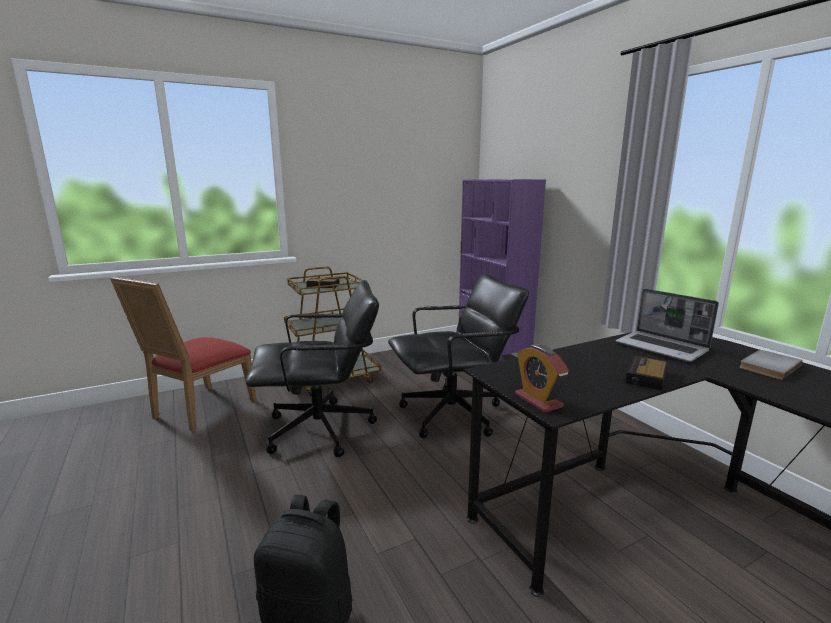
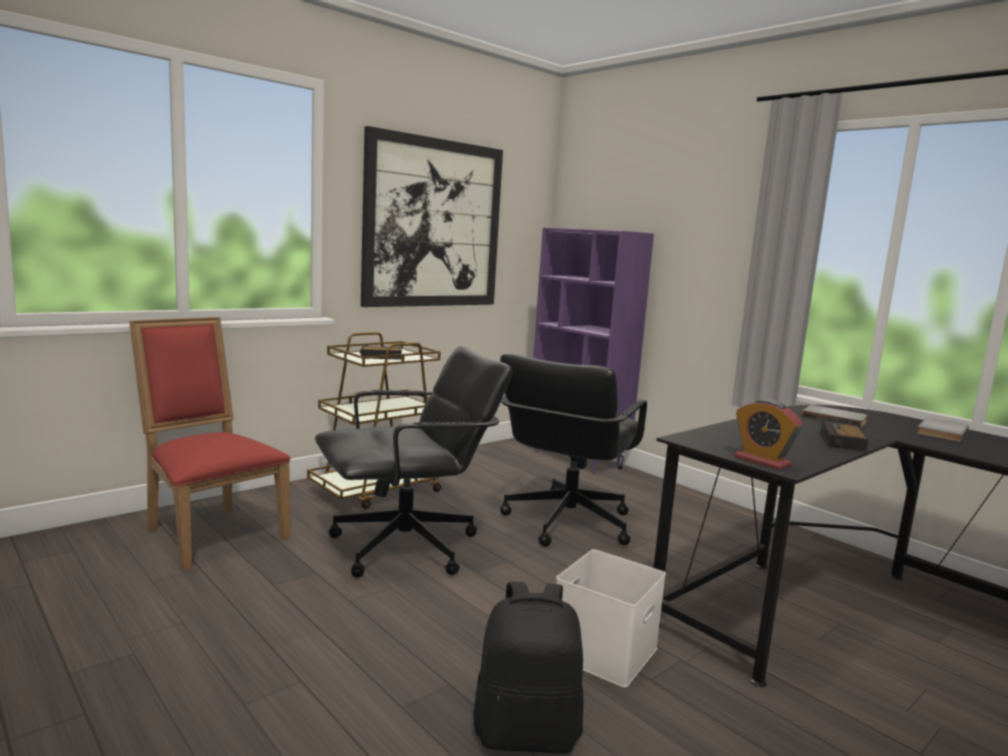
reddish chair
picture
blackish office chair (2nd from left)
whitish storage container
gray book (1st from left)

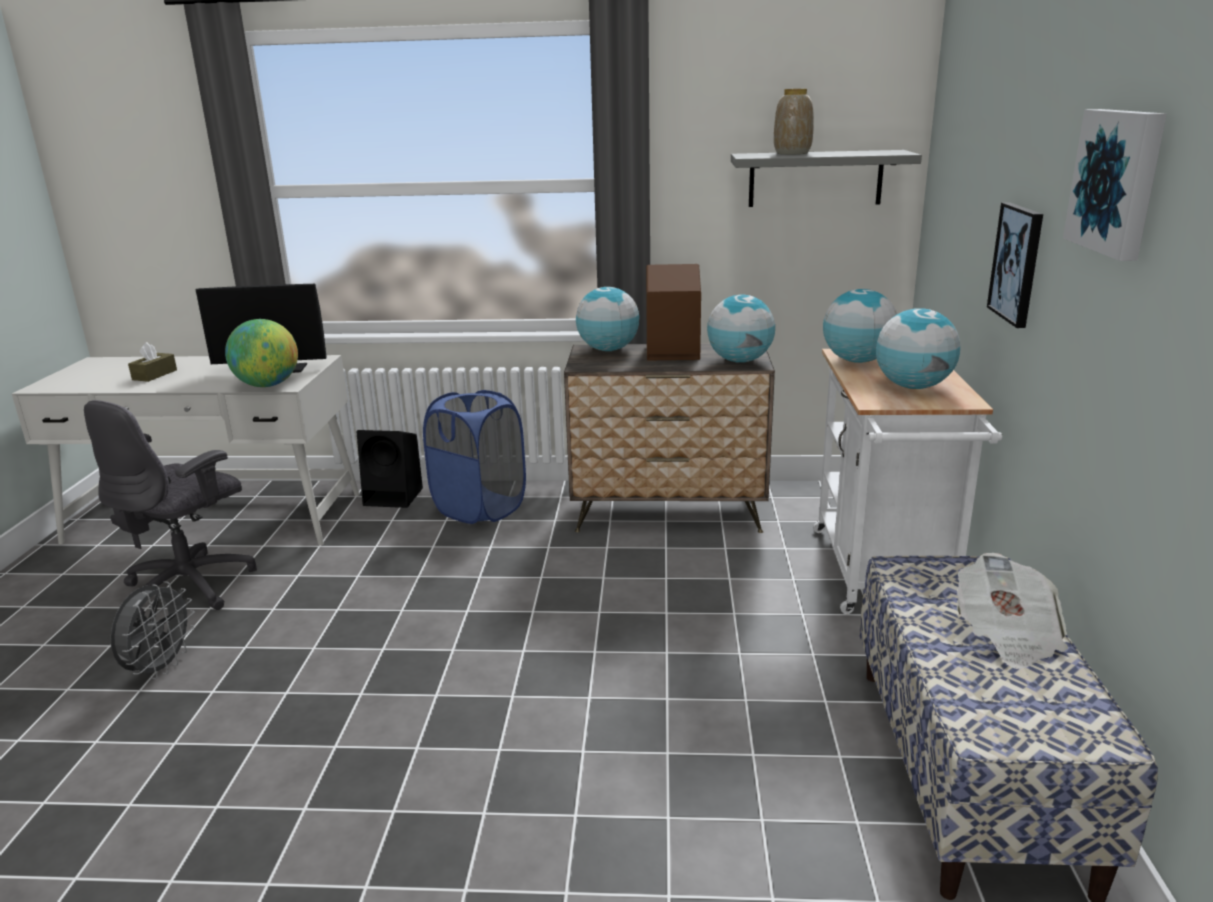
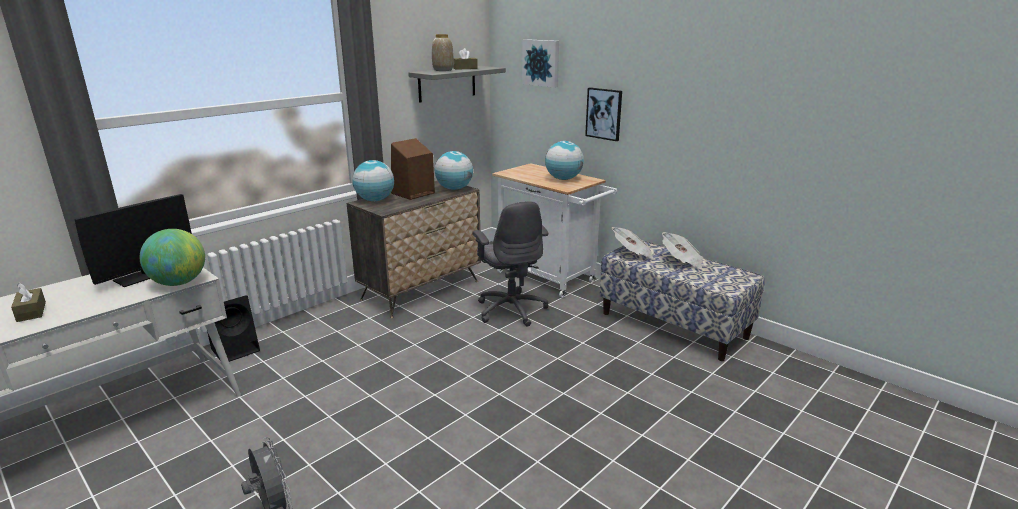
brown tissue box (2nd from left)
gray office chair
picture (1st from left)
printed paper (1st from left)
blue washing basket
desk globe (4th from left in the first image)

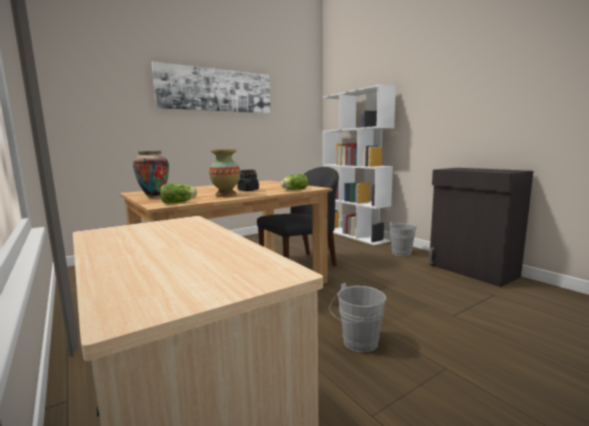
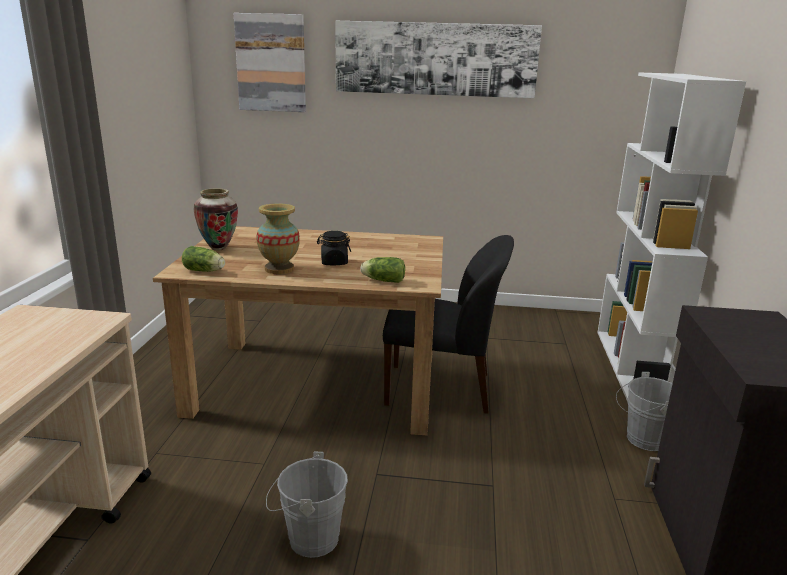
picture (1st from left)

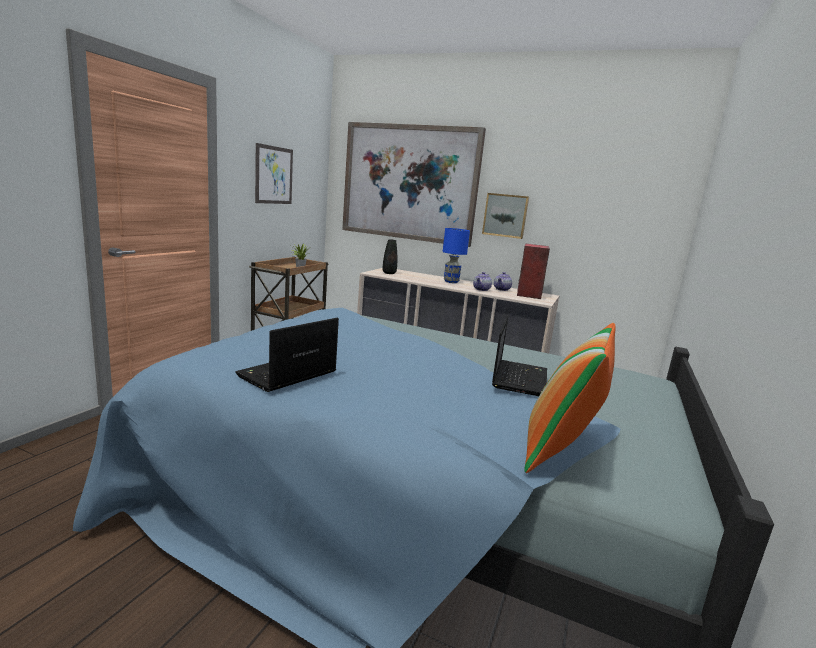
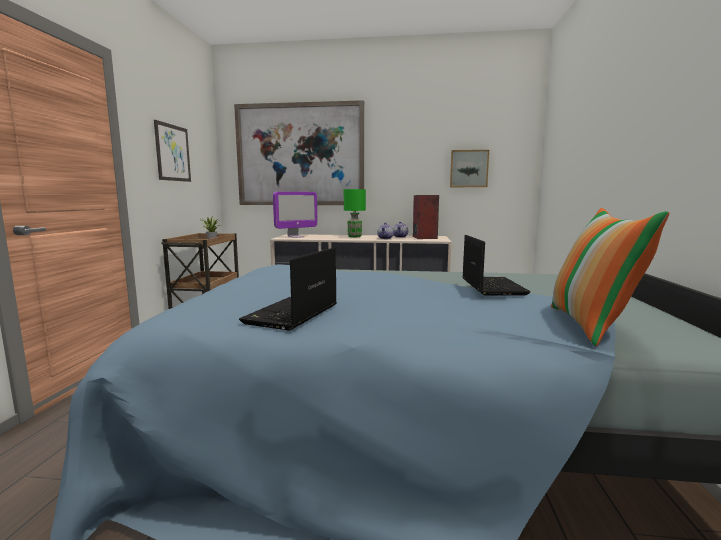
monitor
green-coloured table lamp
picture (3rd from left)

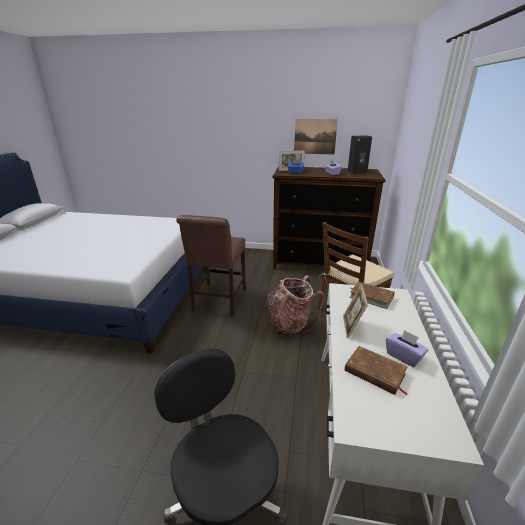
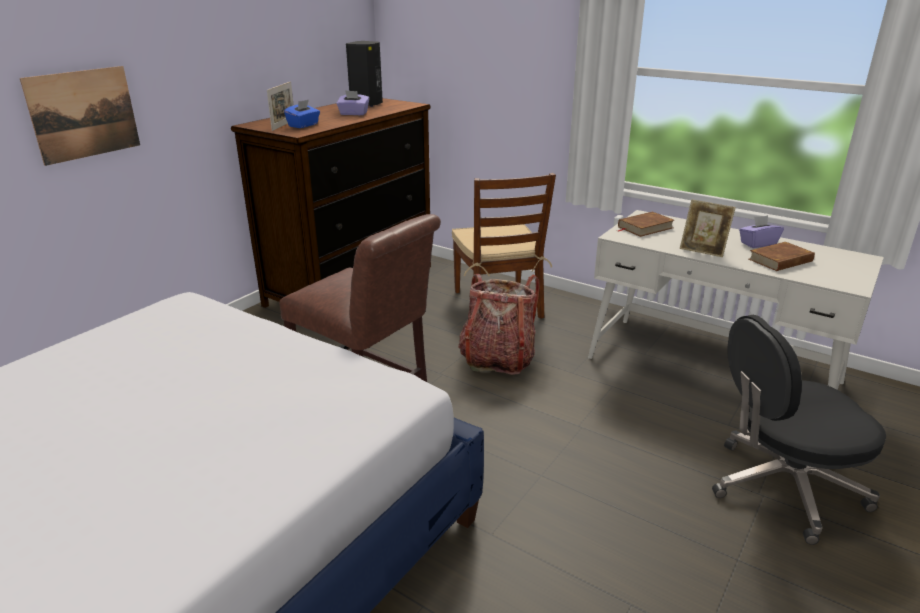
picture

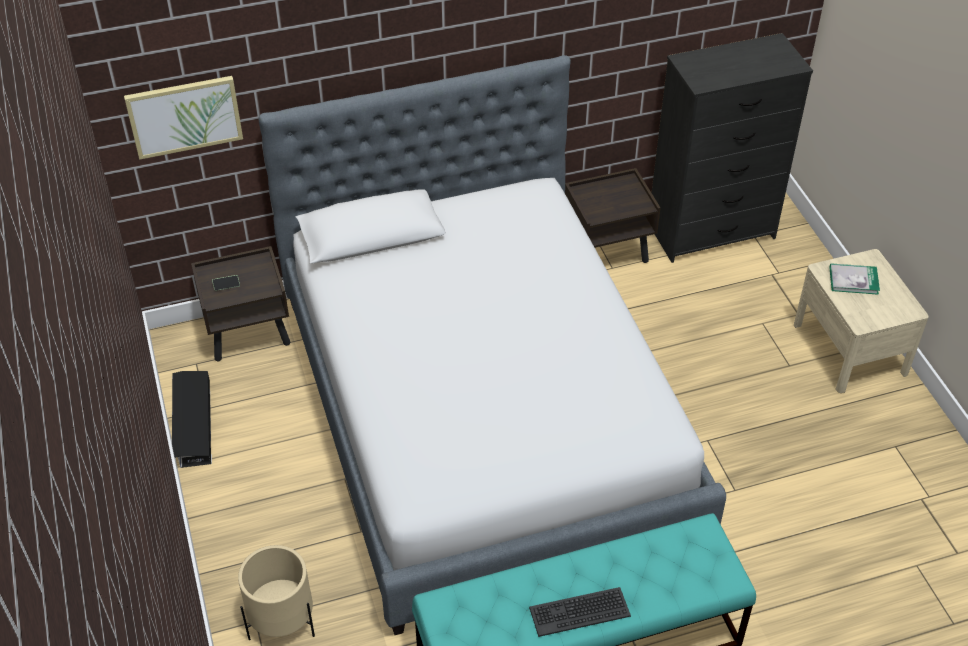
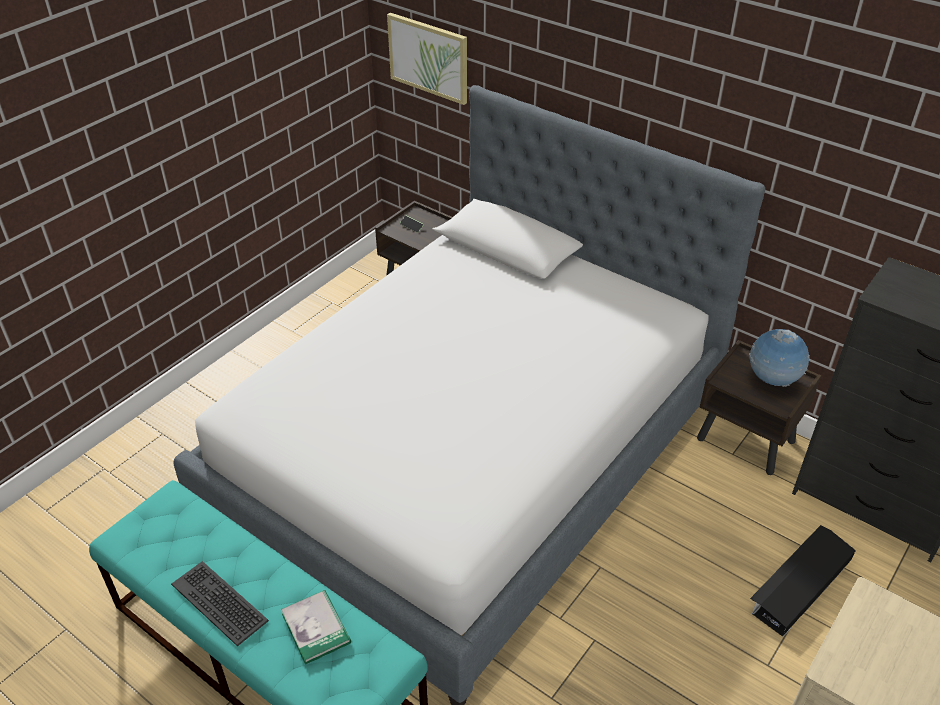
book
desk globe
blackish storage container
beige-coloured flower pot

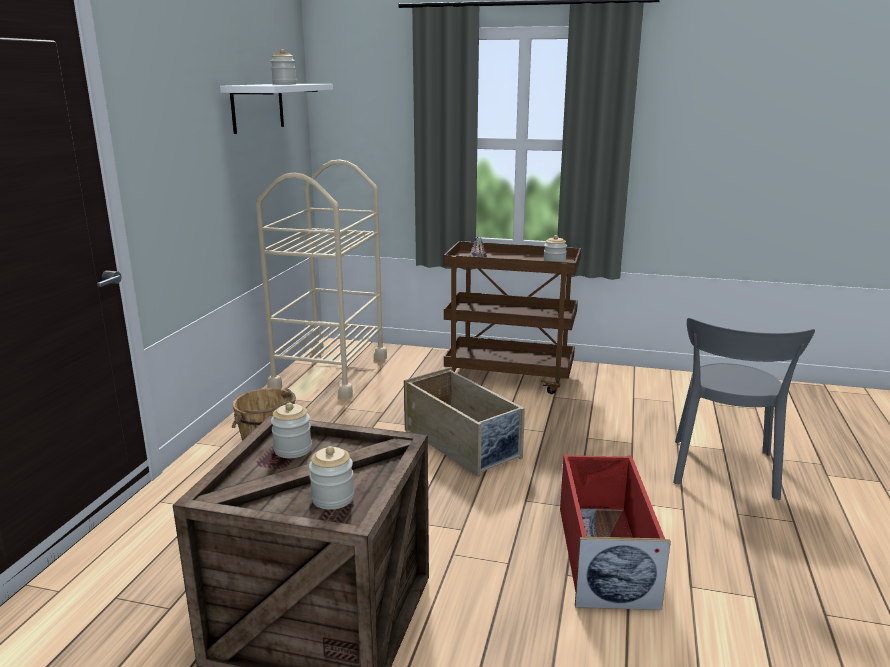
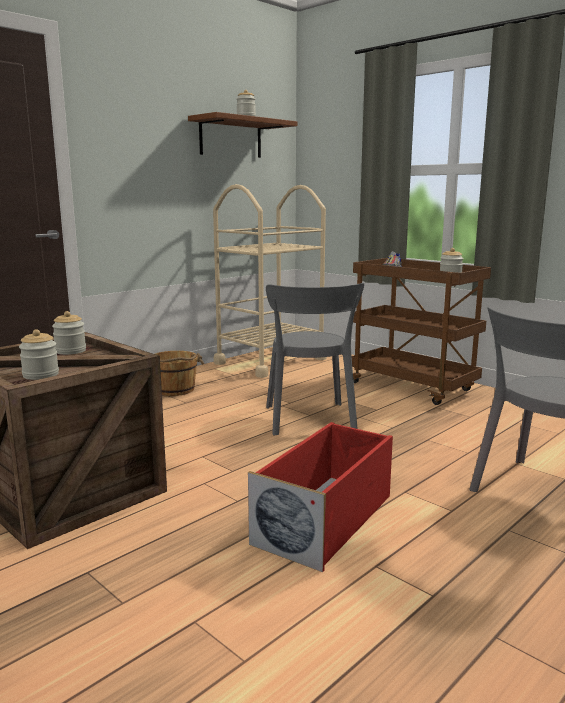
brown shelf
gray chair (1st from left)

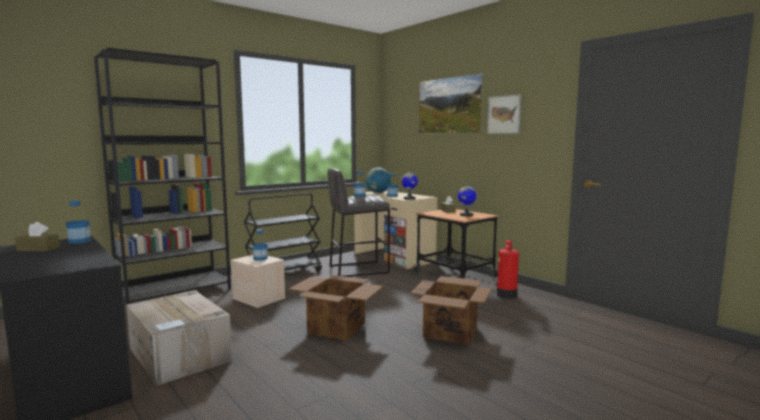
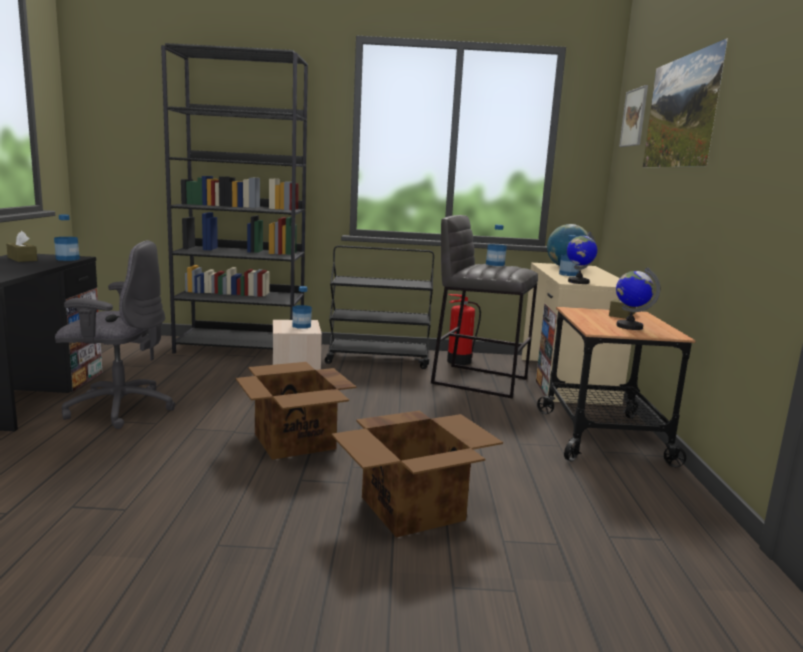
gray office chair
extinguisher
picture (1st from left)

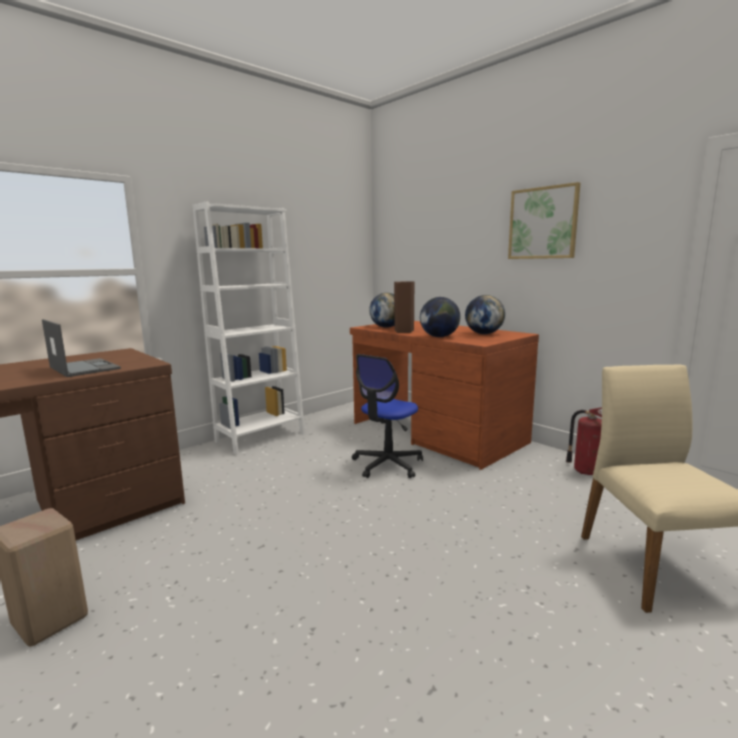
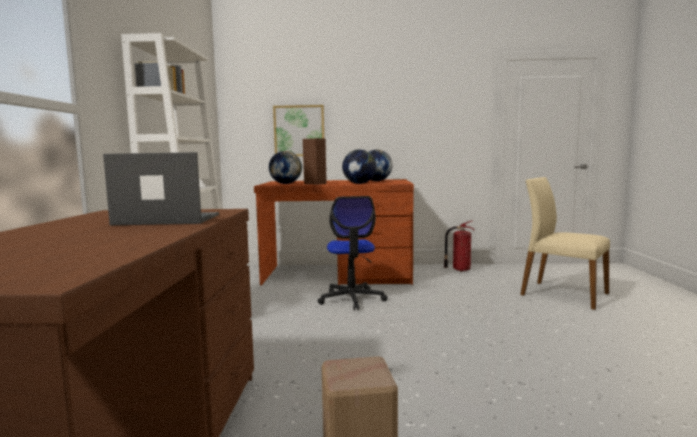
picture

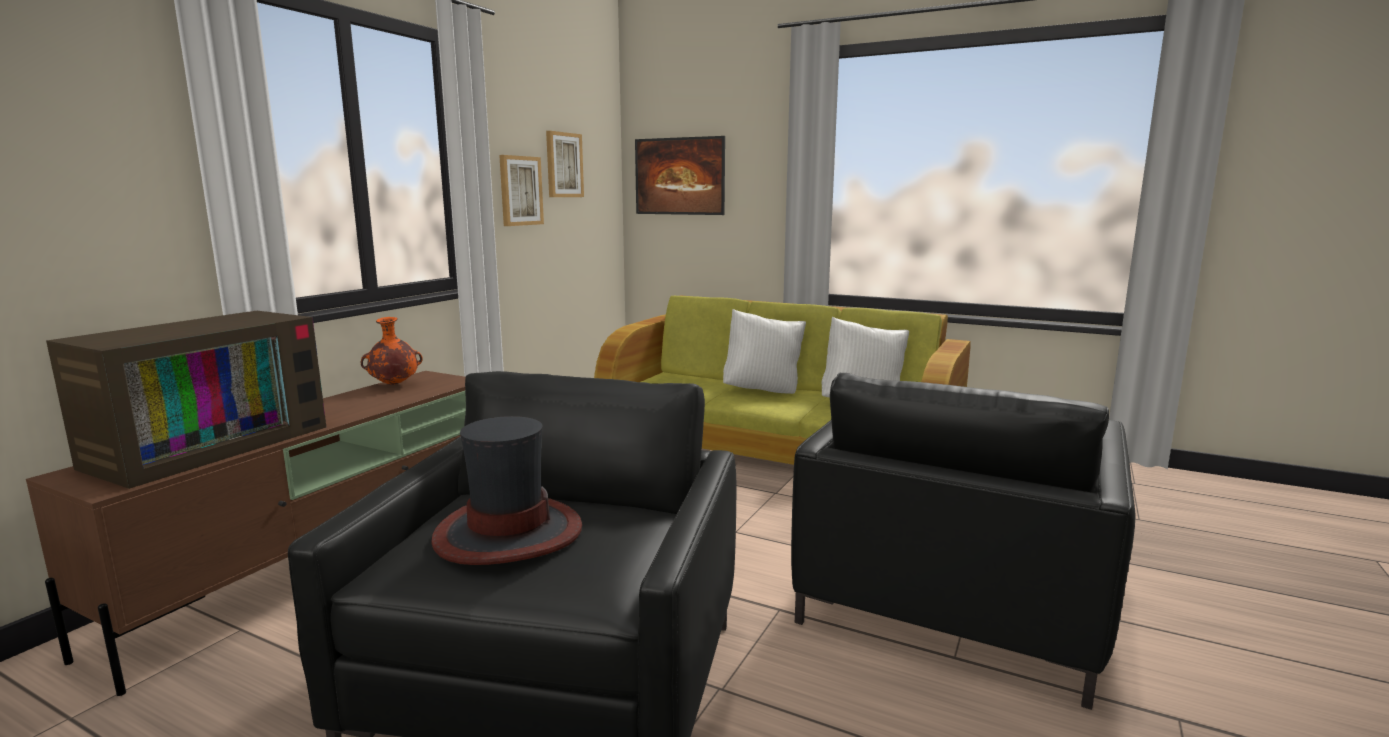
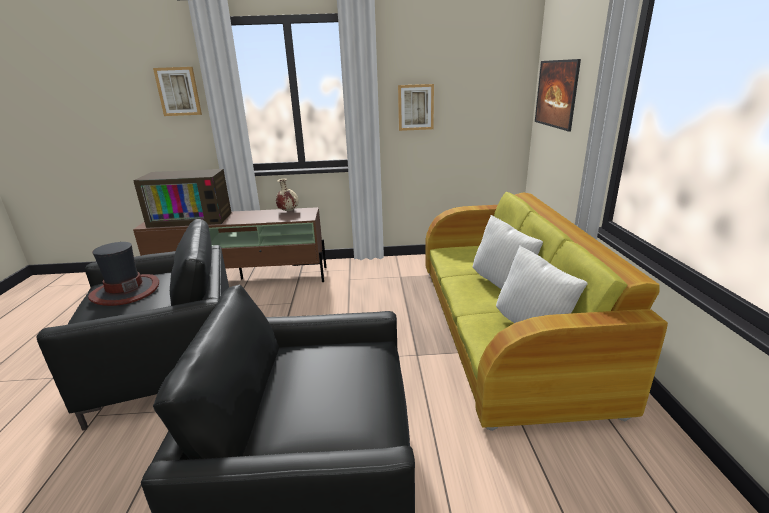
picture (1st from left)
beige-coloured vase

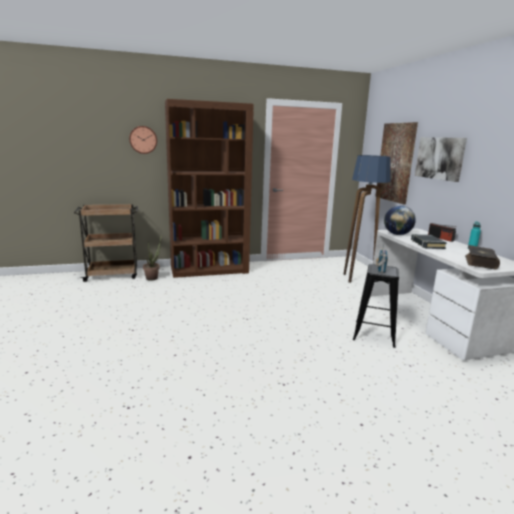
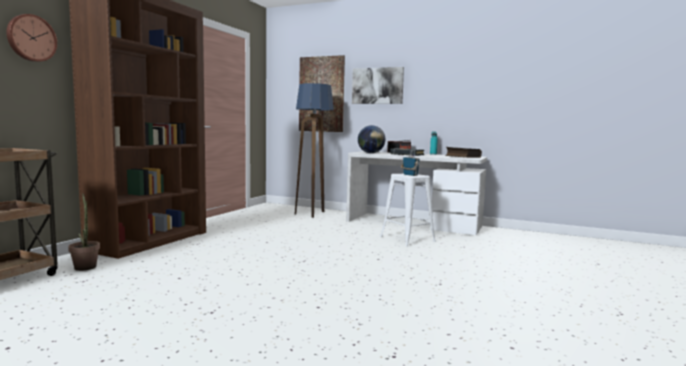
whitish stool seat

